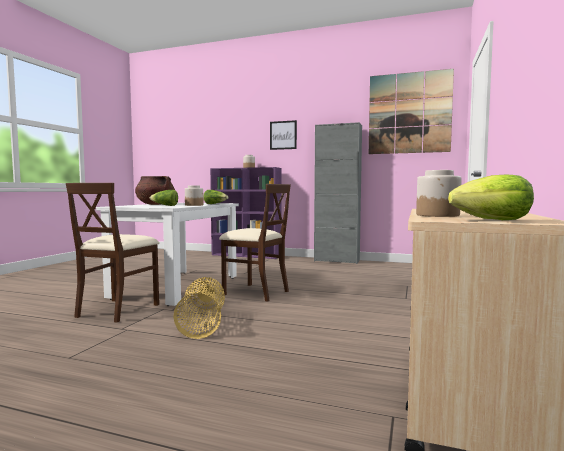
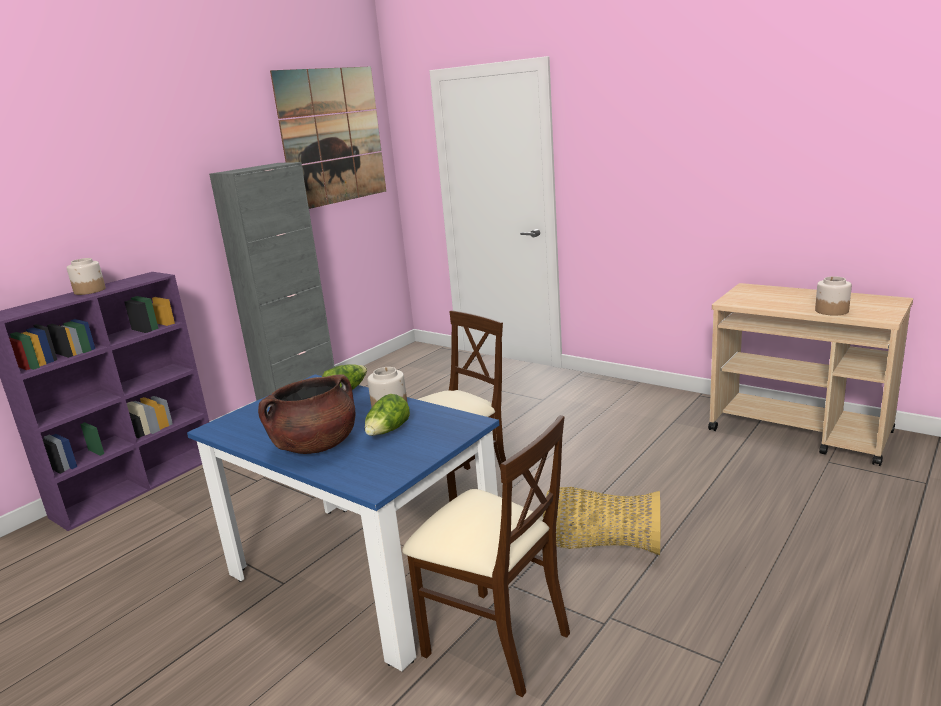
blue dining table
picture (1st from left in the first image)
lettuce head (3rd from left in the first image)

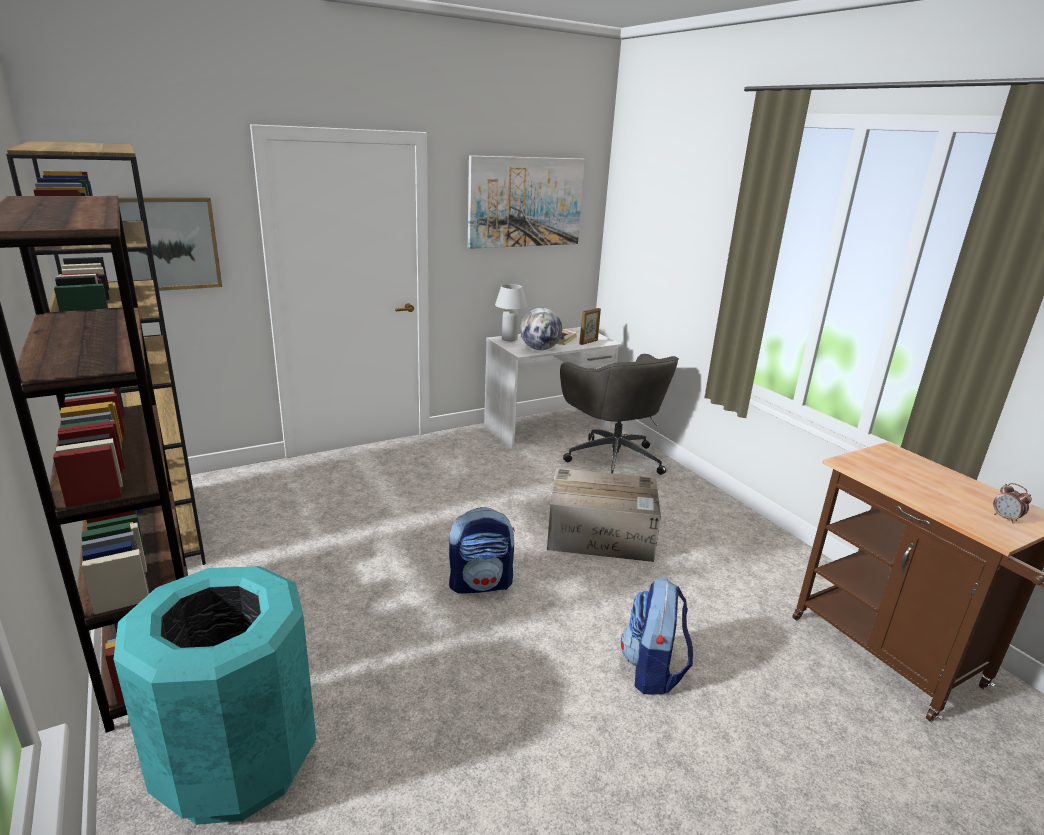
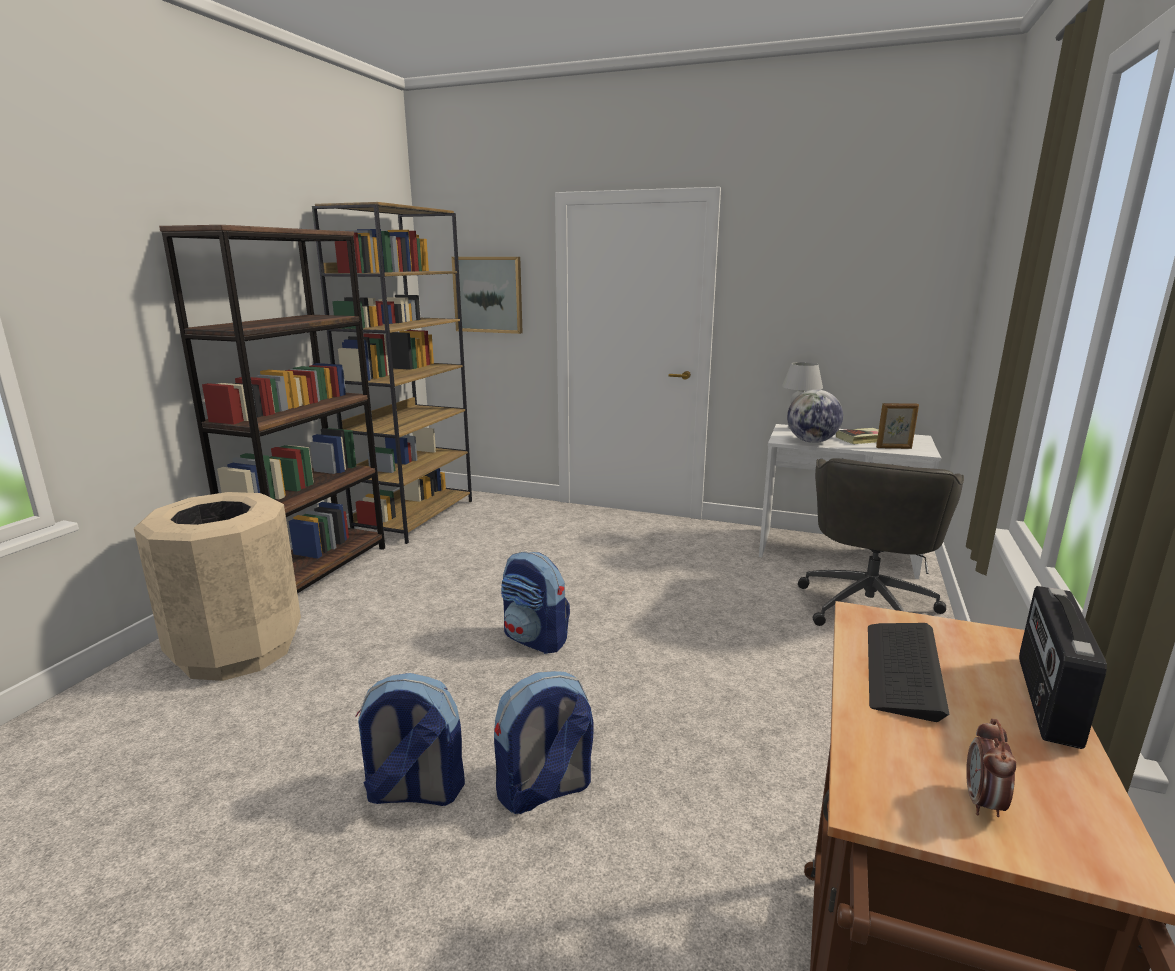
beige-coloured trash can
knapsack (1st from left)
keyboard
radio
picture (2nd from left in the first image)
carton

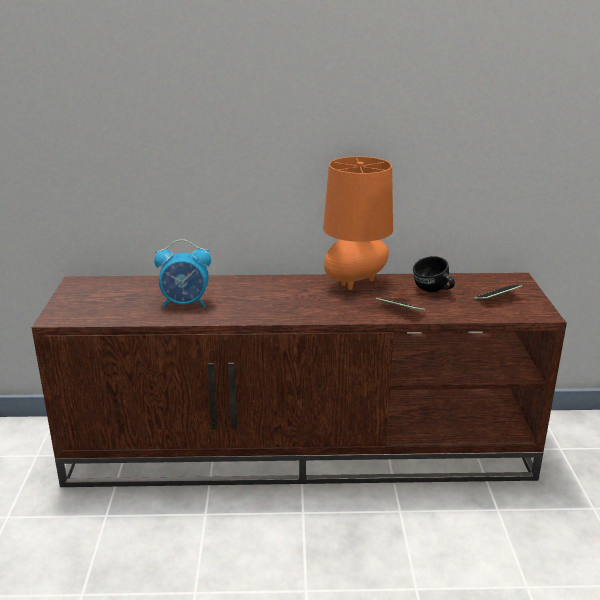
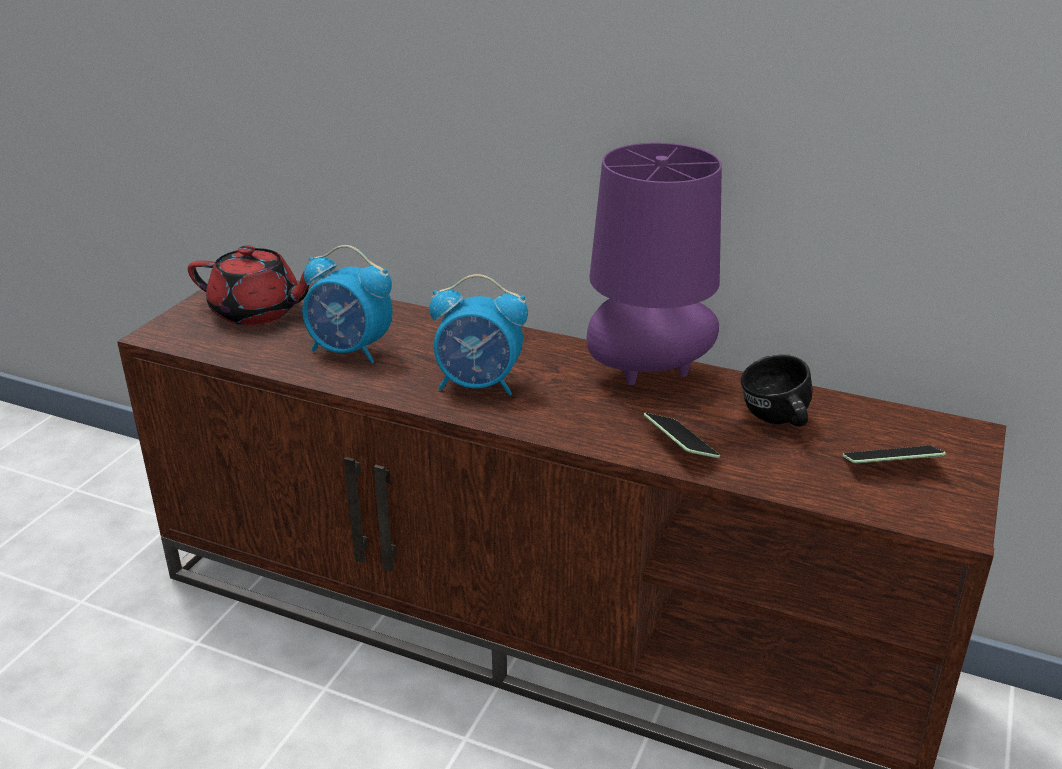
reddish teapot
alarm clock (2nd from left)
purple table lamp

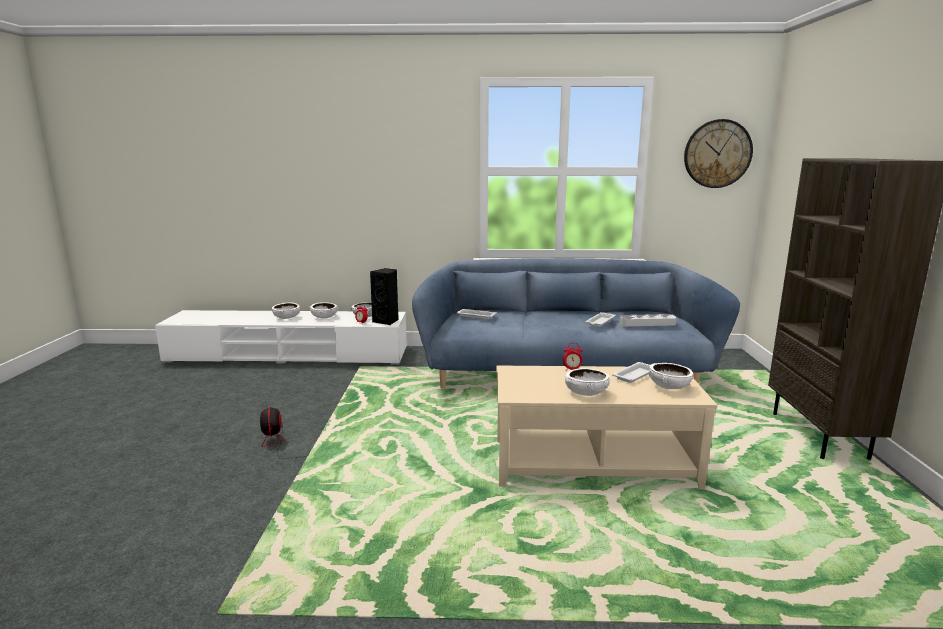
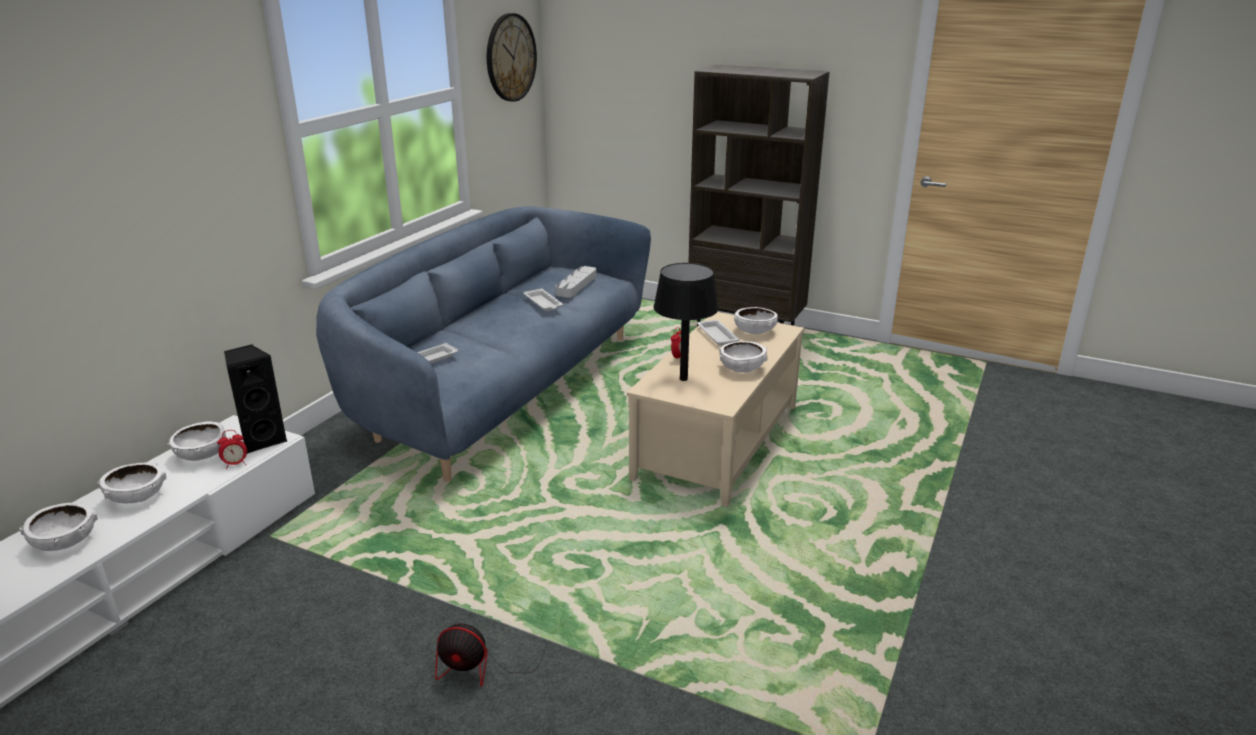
blackish table lamp

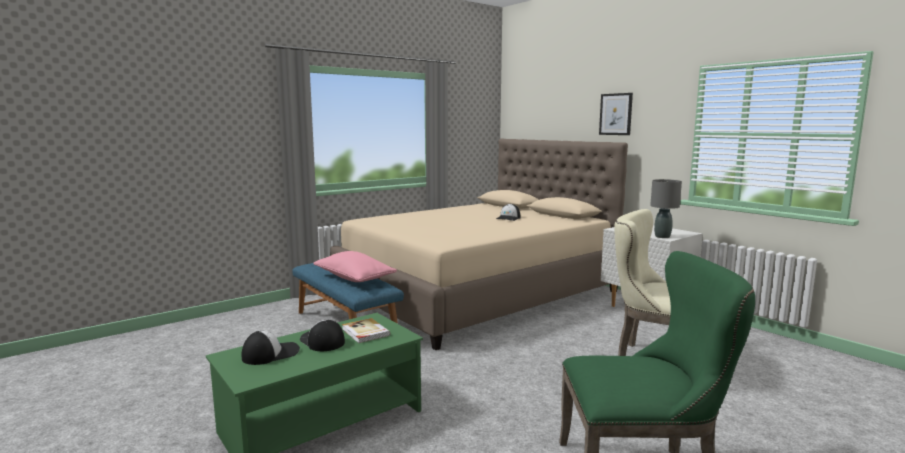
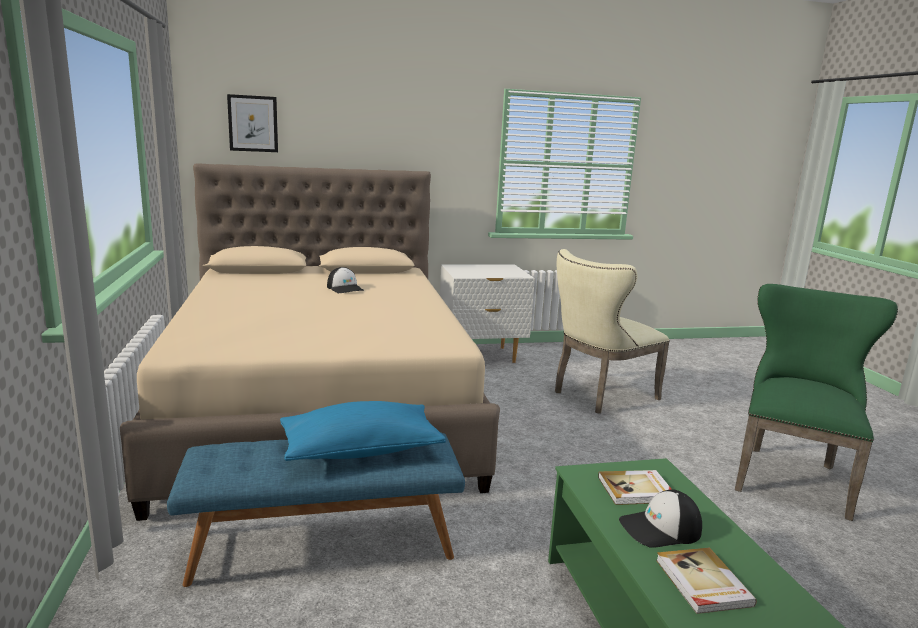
picture
blue cushion
book (2nd from left)
gray table lamp

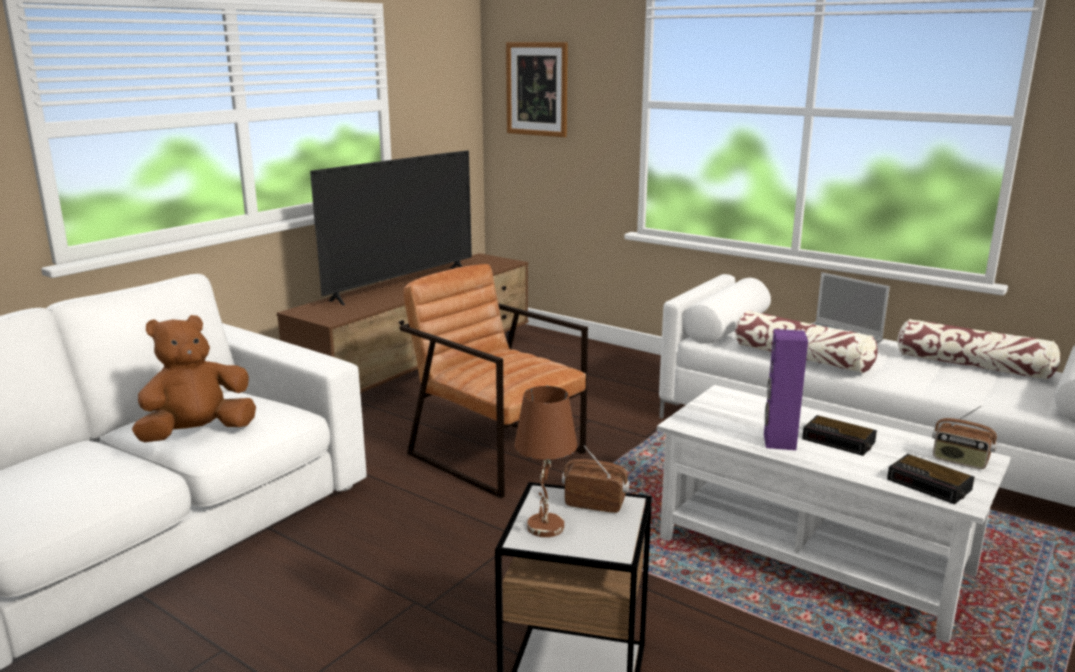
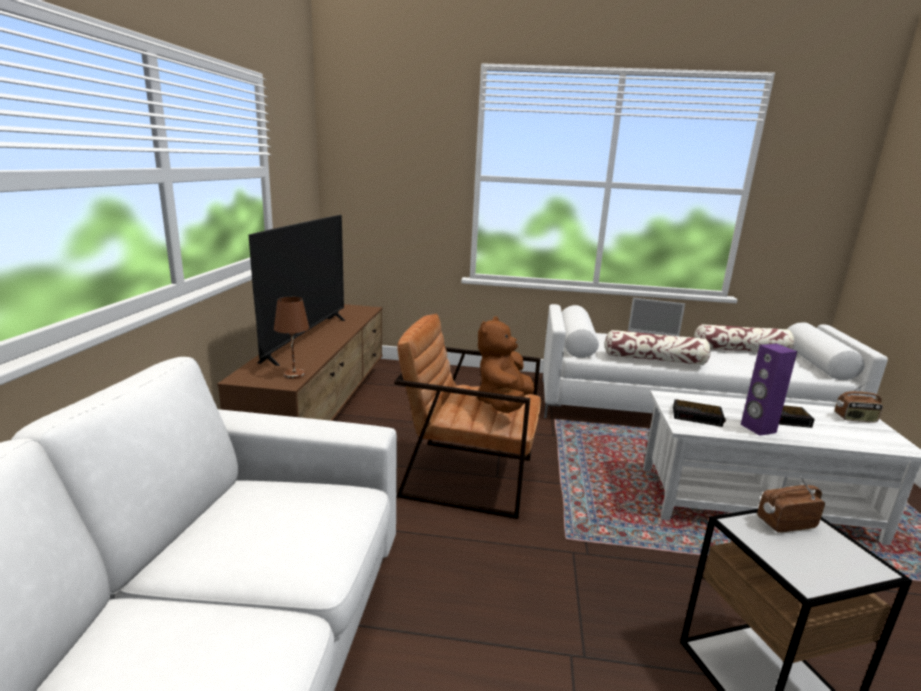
brown table lamp
brown soft toy
alarm clock (1st from left)
picture

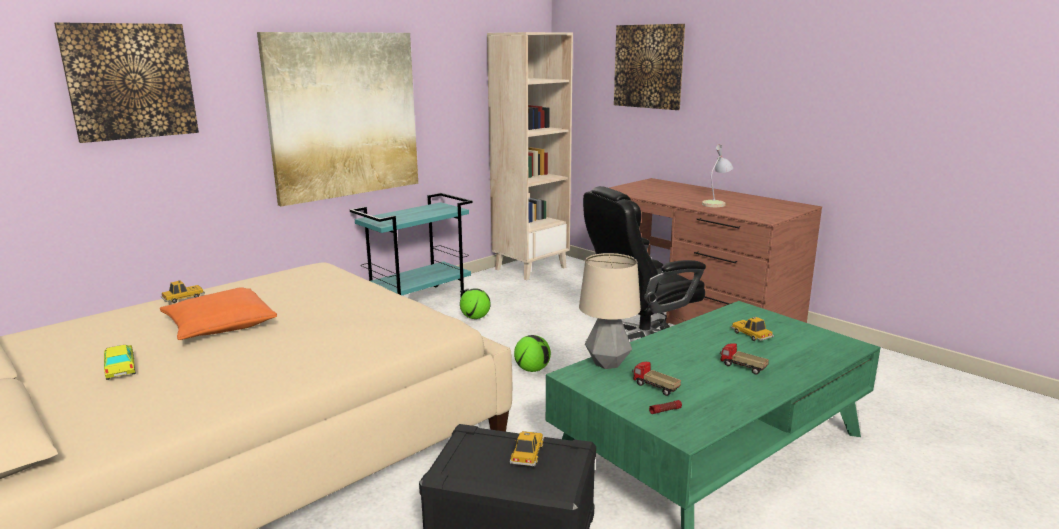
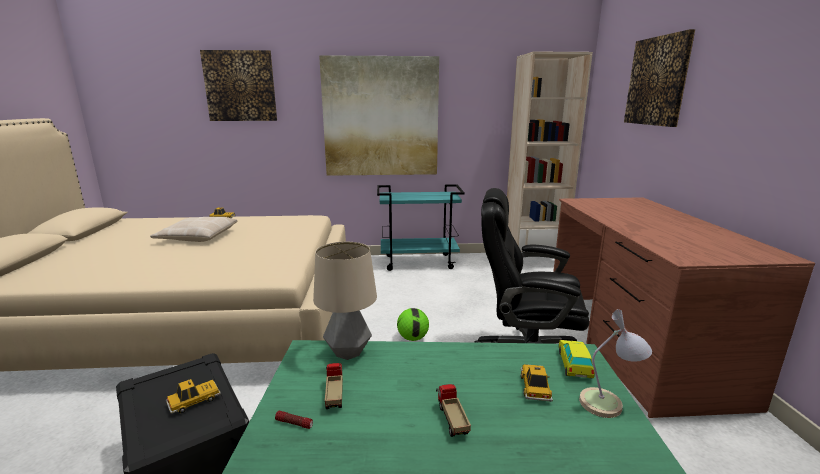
beige-coloured cushion
miniature car (4th from left)
table lamp (2nd from left)
football (1st from left in the first image)

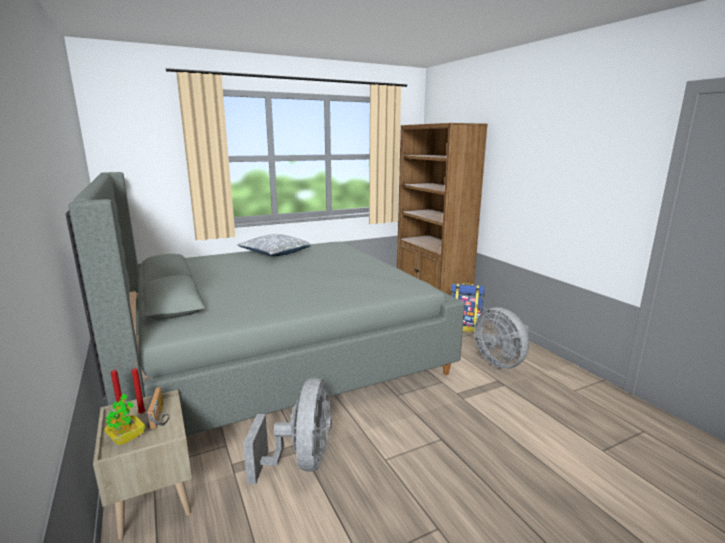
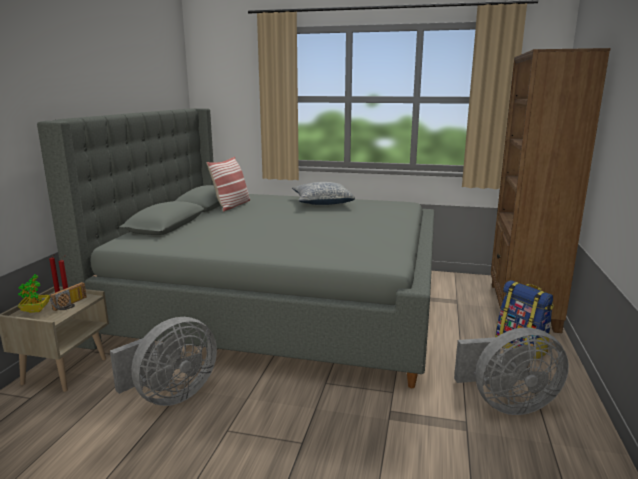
cushion (1st from left)
gray fan (2nd from left)

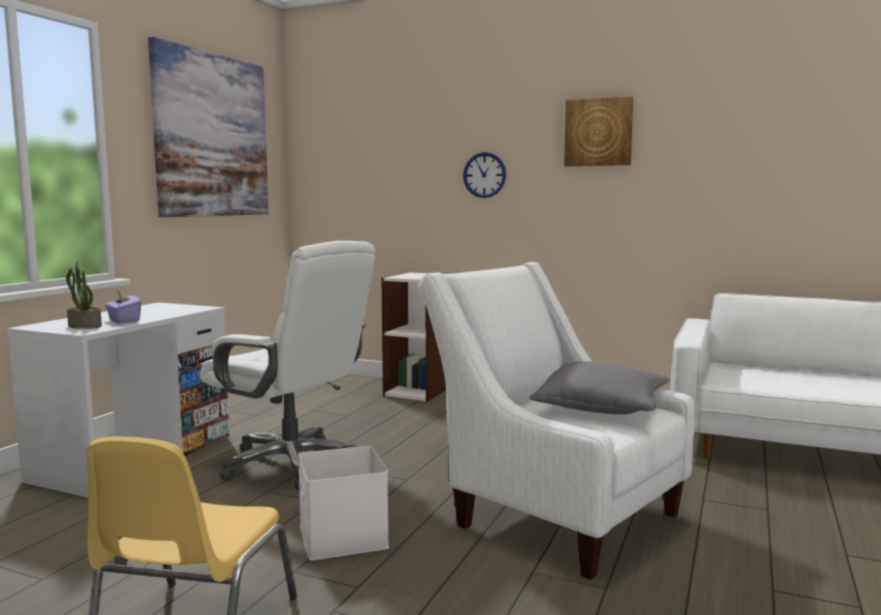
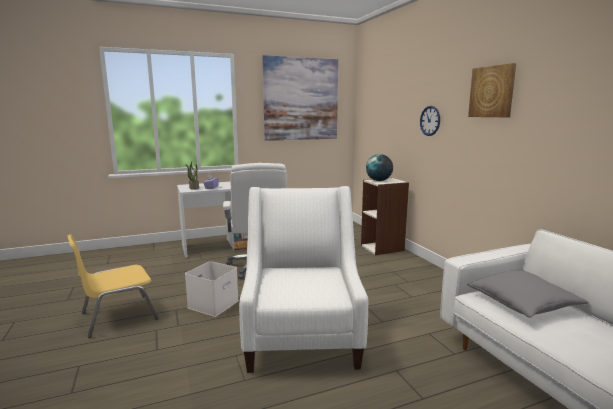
desk globe
gray cushion

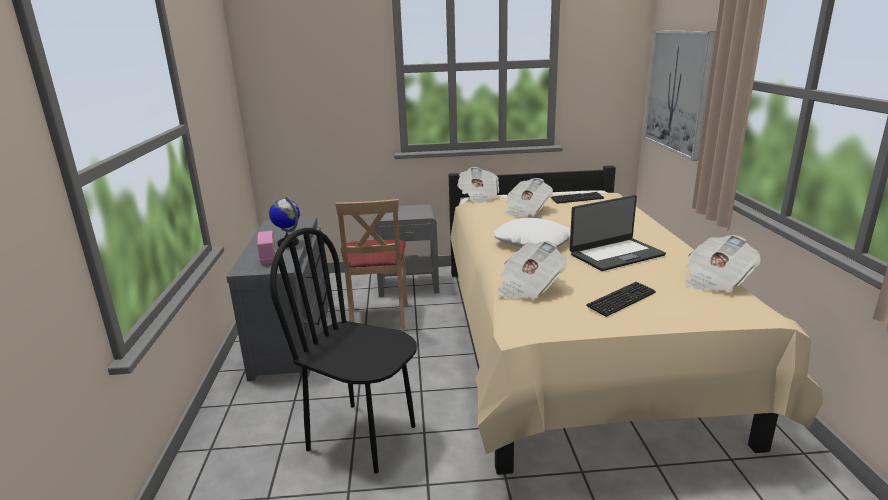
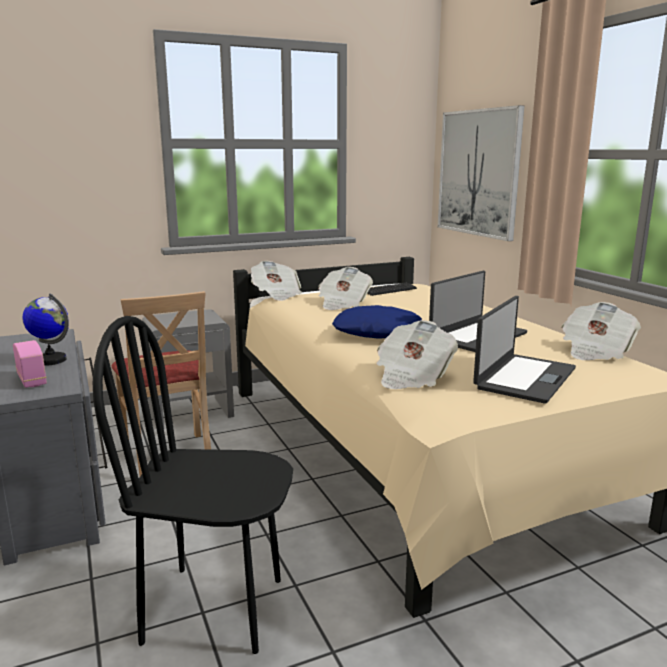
blue cushion
portable computer (2nd from left)

